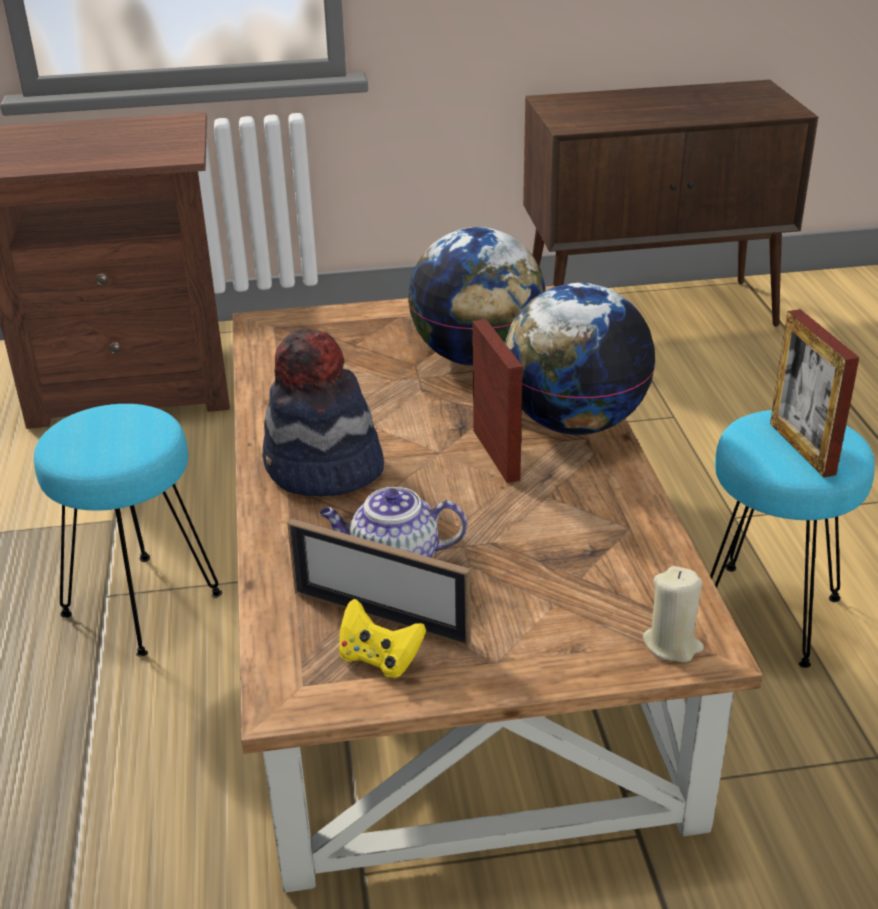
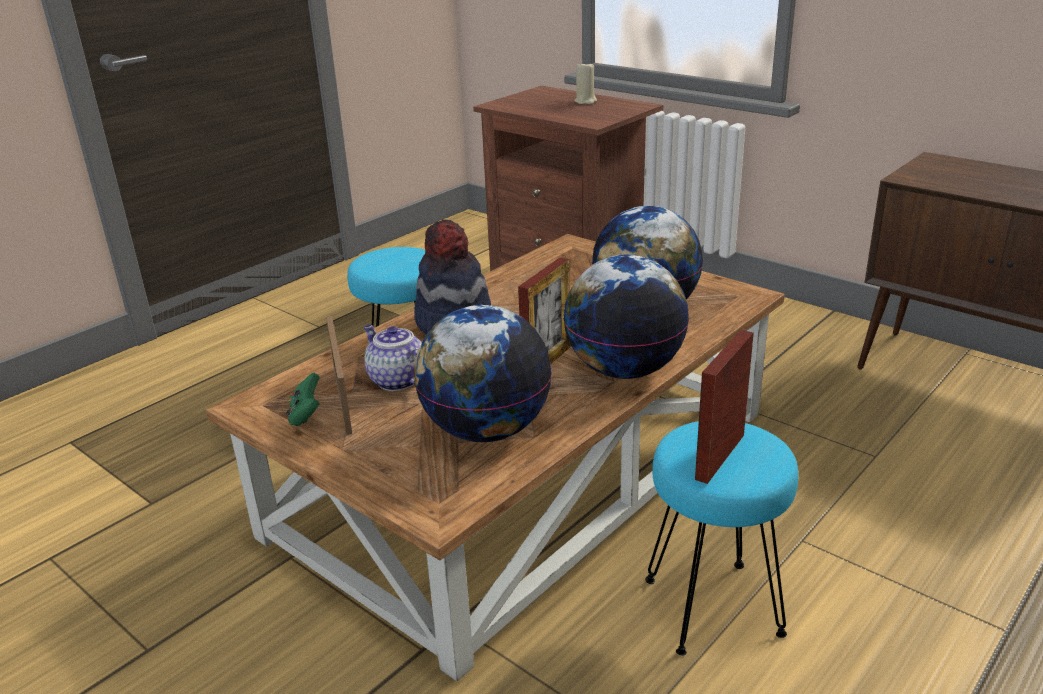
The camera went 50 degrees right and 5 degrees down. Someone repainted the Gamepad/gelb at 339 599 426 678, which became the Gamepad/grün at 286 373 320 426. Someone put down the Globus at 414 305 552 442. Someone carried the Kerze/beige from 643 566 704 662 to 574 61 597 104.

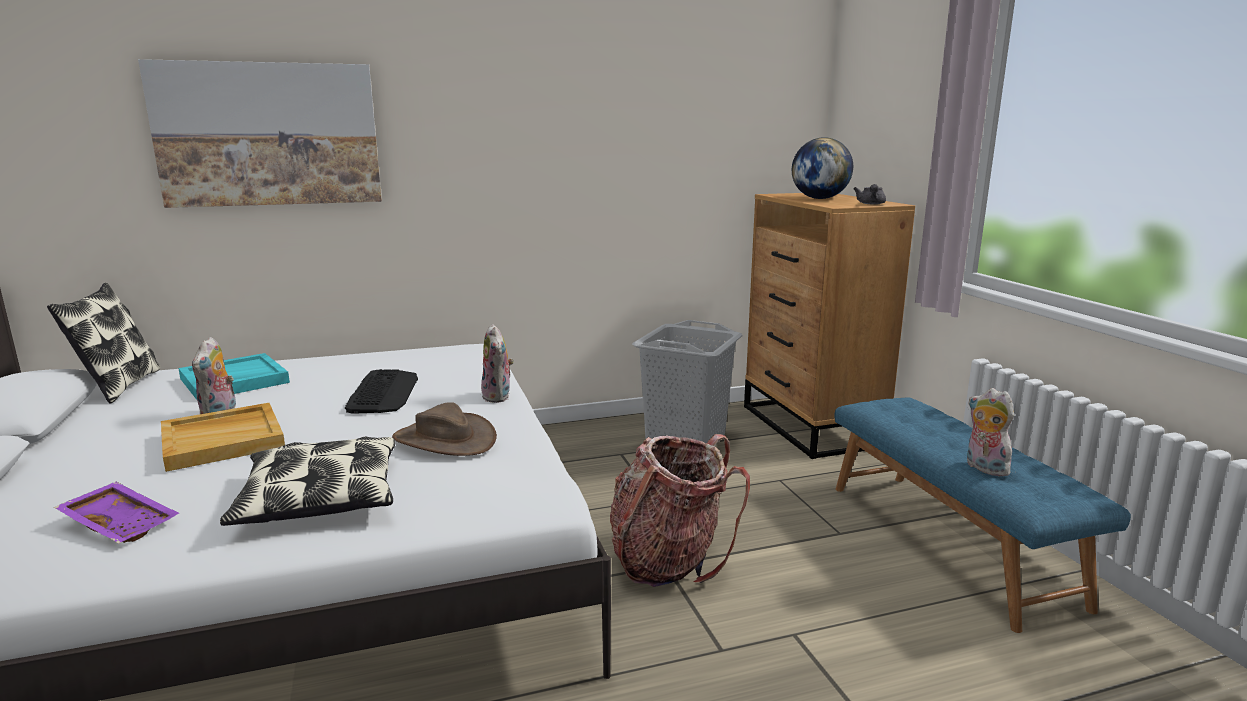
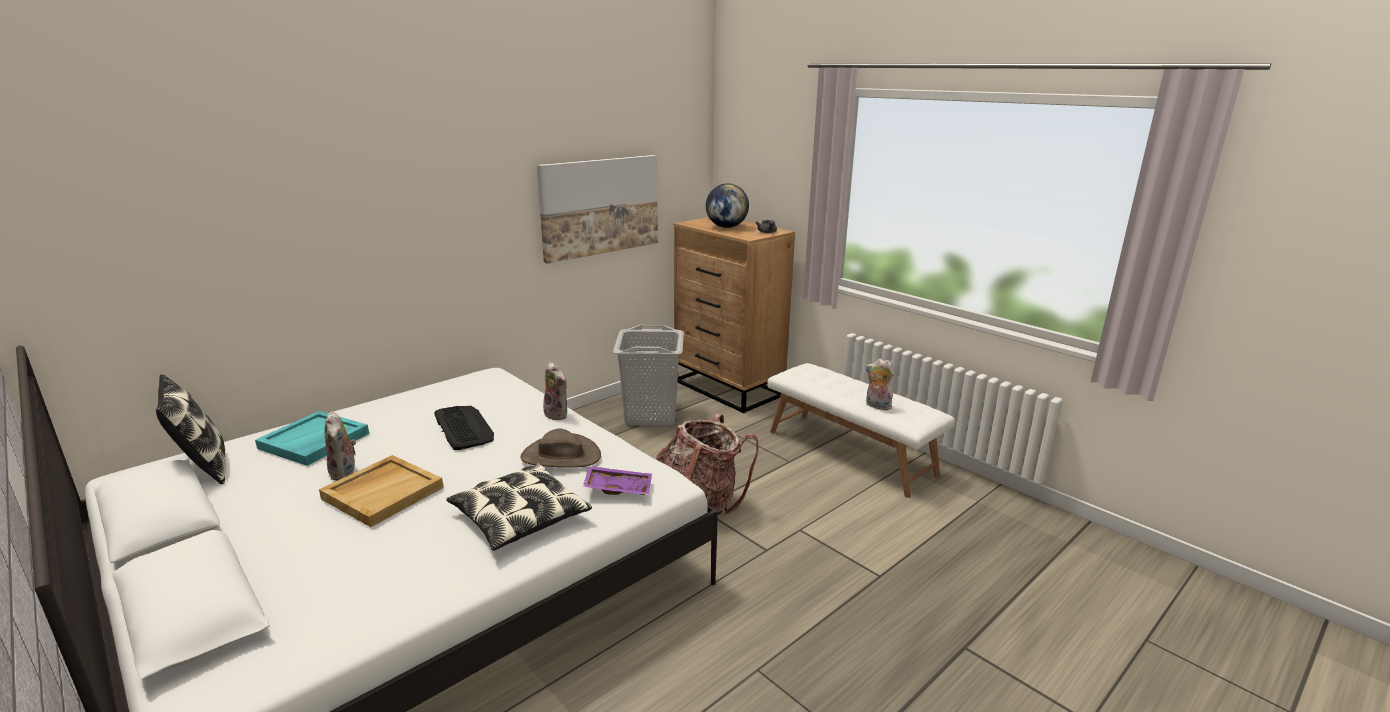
The camera went 25 degrees left and 5 degrees up. Someone carried the Bild from 138 59 382 208 to 537 155 658 264. Someone carried the Tablett/lila from 54 482 179 543 to 583 466 652 495. Someone repainted the Bank/blau at 834 397 1131 633, which became the Bank/weiß at 768 363 955 498.

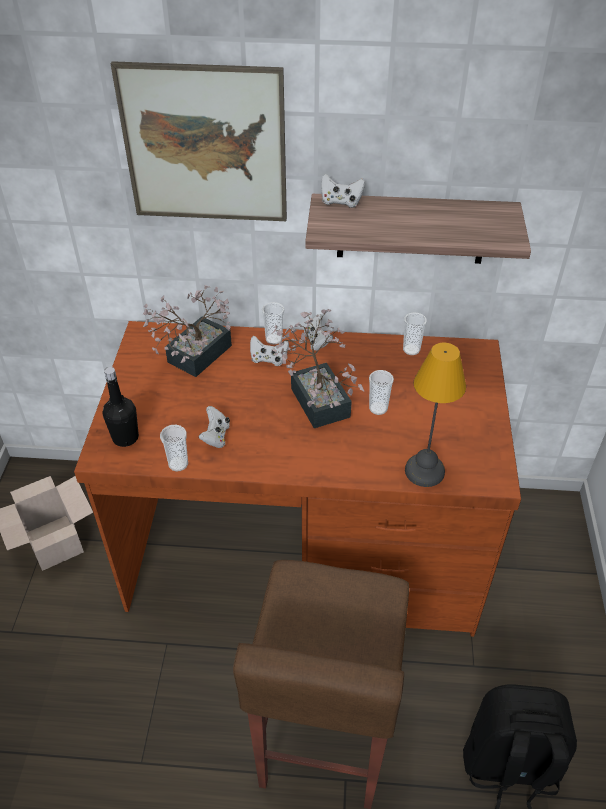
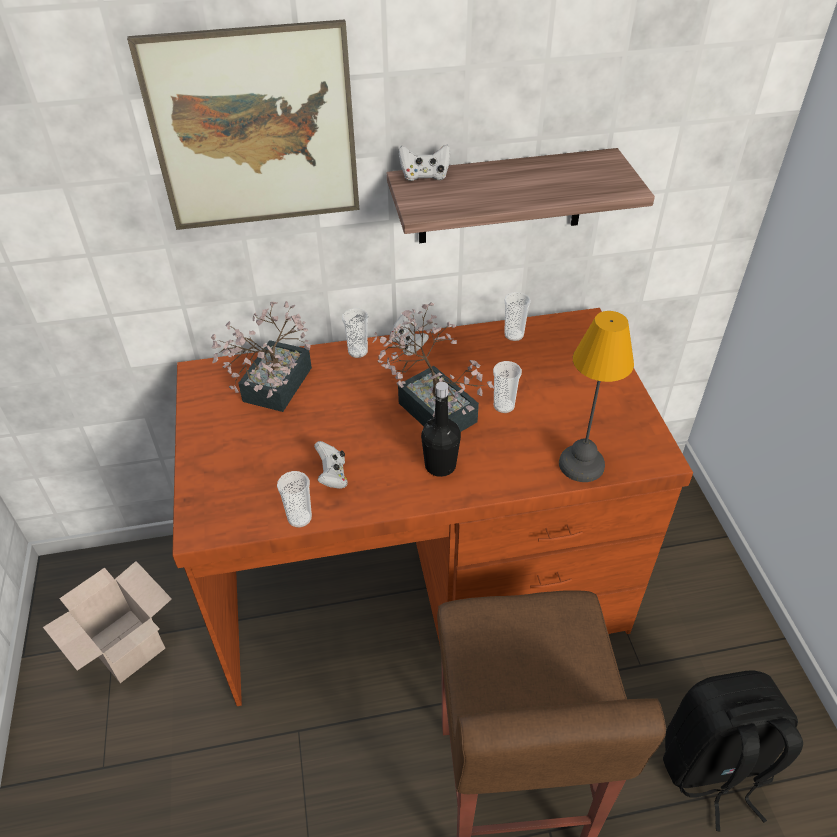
The camera went 15 degrees left and 0 degrees up. Someone carried the Flasche/schwarz from 103 367 139 447 to 421 382 461 477. Someone took away the Gamepad/weiß at 250 336 289 366.

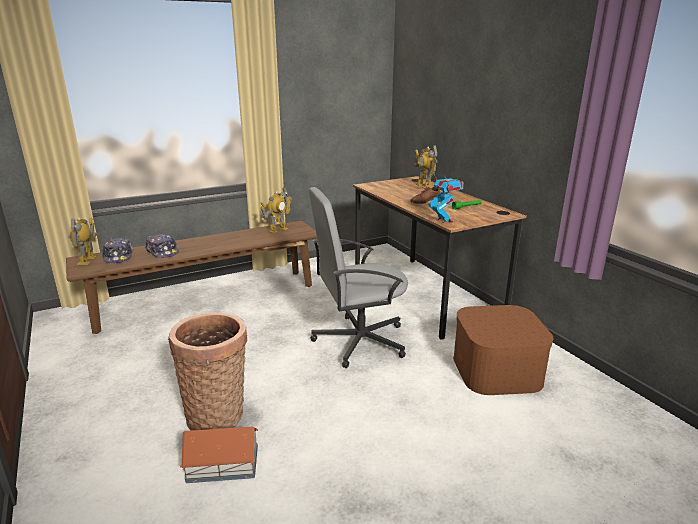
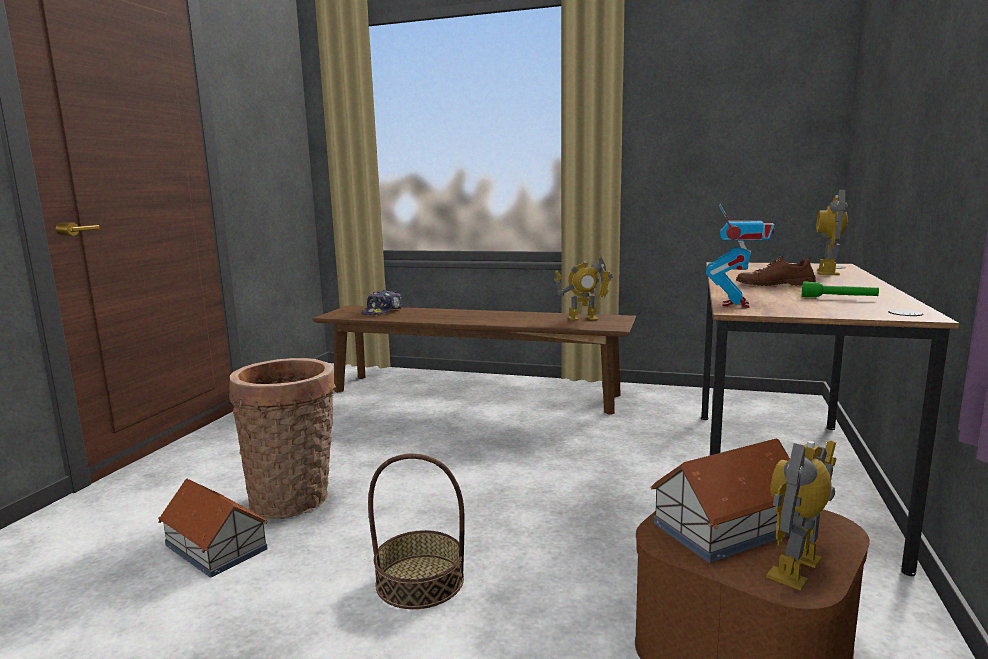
The camera went 45 degrees right and 10 degrees down. Someone put down the Korb at 368 454 465 609. Someone put down the Spielzeughaus at 651 438 795 563. Someone carried the Spielzeugroboter from 68 217 97 265 to 766 441 836 591. Someone took away the Kappe at 145 234 179 258. Someone took away the Bürostuhl/grau at 309 187 408 368.

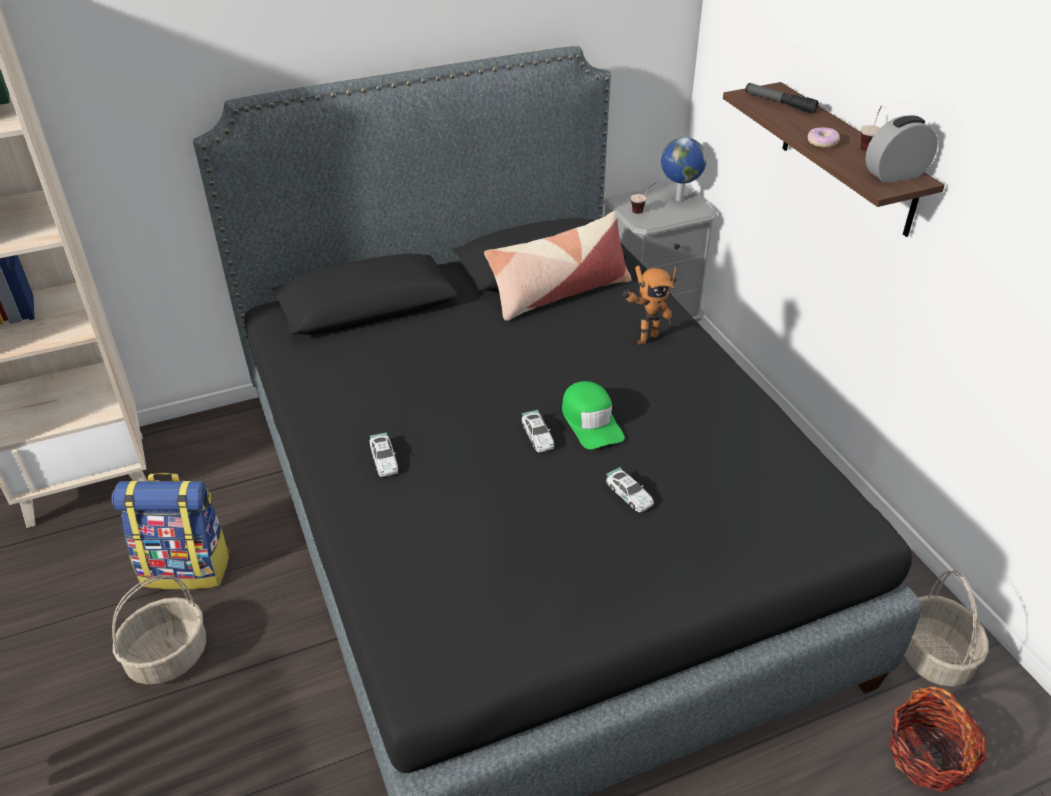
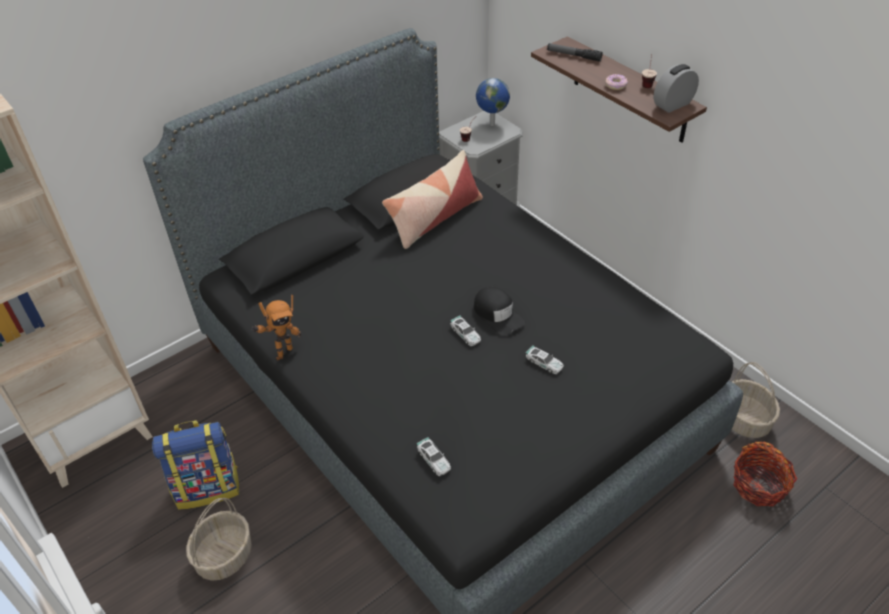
The camera went 15 degrees left and 5 degrees up. Someone carried the Spielzeugroboter from 622 265 676 345 to 251 295 301 360. Someone carried the Spielzeugauto from 370 432 398 477 to 417 437 451 476. Someone repainted the Kappe/grün at 562 381 625 449, which became the Kappe/schwarz at 474 287 526 336.

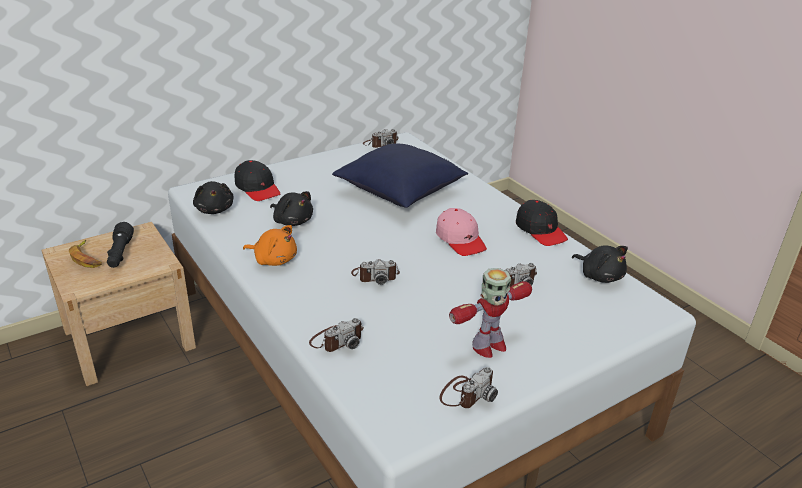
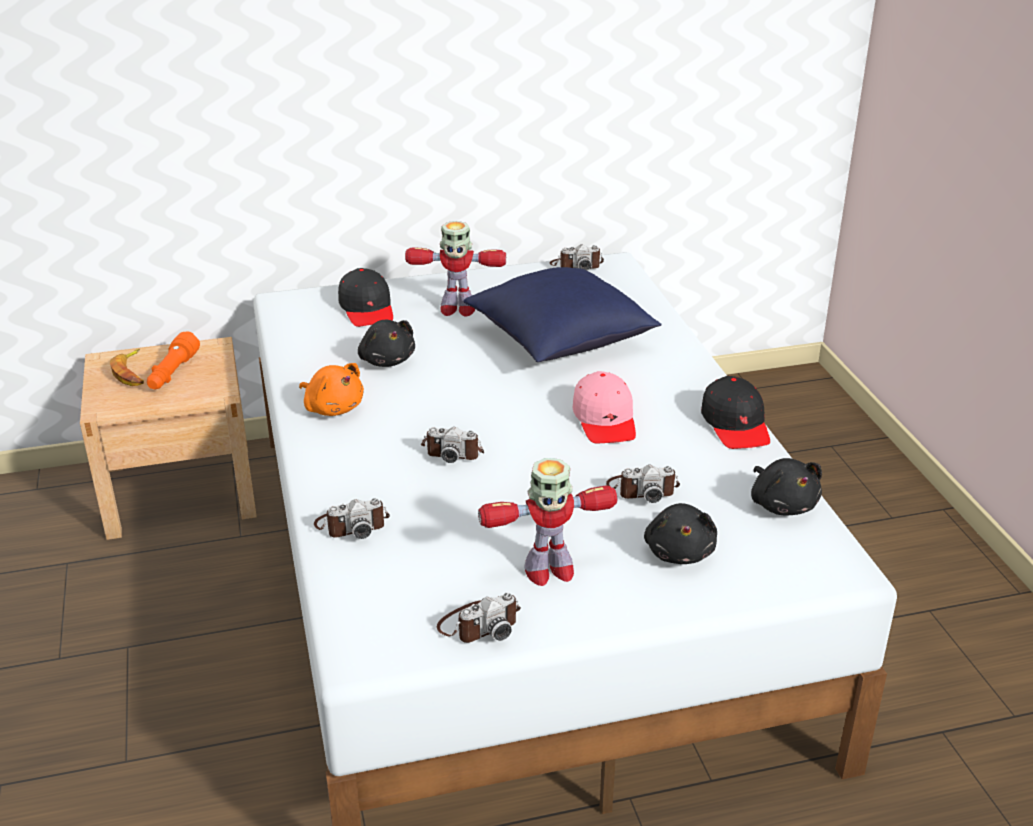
The camera went 20 degrees right and 0 degrees up. Someone repainted the Taschenlampe/schwarz at 107 222 134 268, which became the Taschenlampe/orange at 147 331 200 389. Someone put down the Spielzeugroboter at 405 221 506 317. Someone carried the Plüschtier/schwarz from 193 181 234 214 to 644 503 717 564.

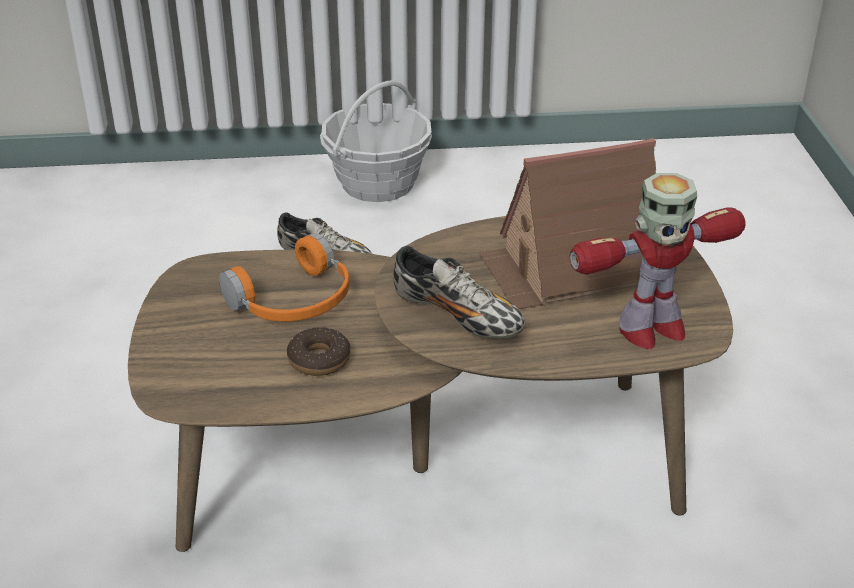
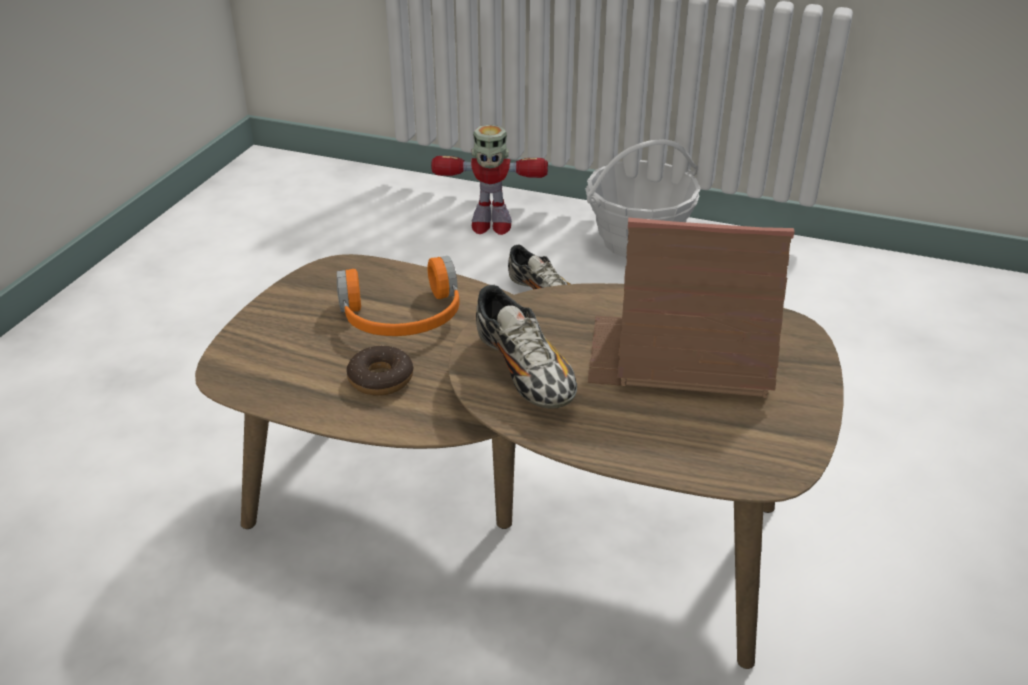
The camera went 25 degrees right and 0 degrees up. Someone carried the Spielzeugroboter from 569 173 746 349 to 431 124 548 235.

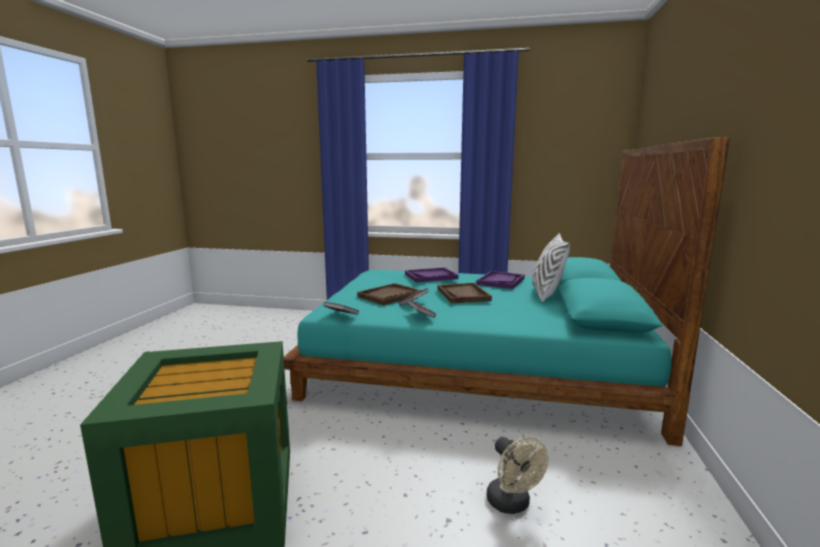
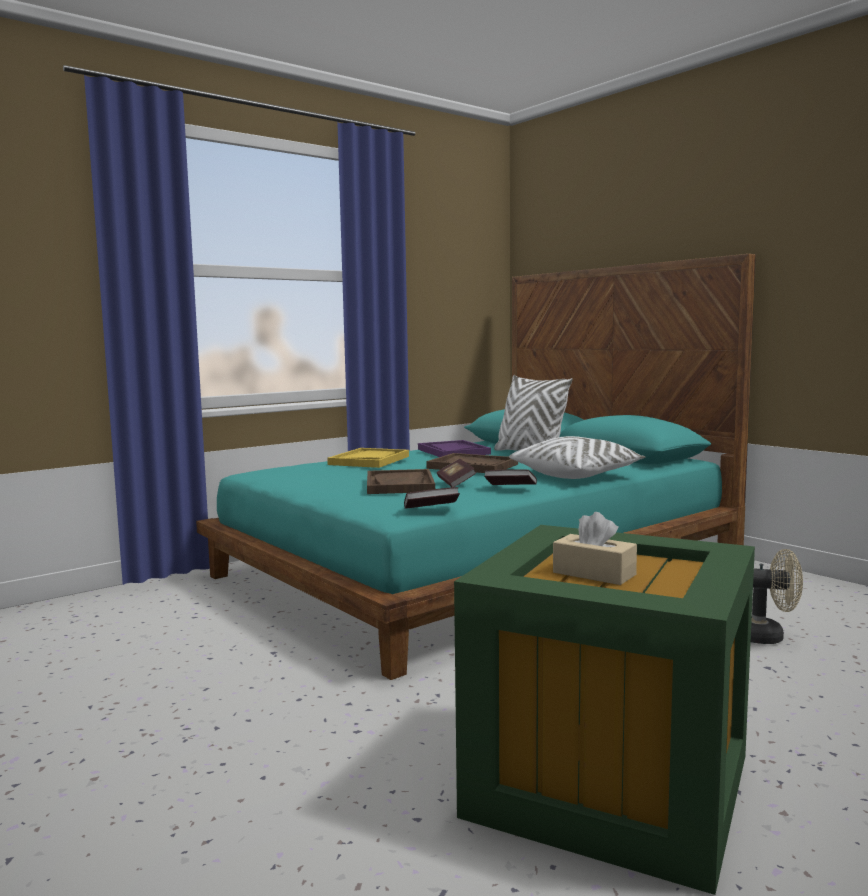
The camera went 50 degrees left and 5 degrees down. Someone repainted the Tablett/lila at 405 267 459 283, which became the Tablett/gelb at 327 448 409 468. Someone put down the Kissen/weiß at 509 436 646 479. Someone put down the Taschentuchbox/beige at 553 512 637 585.

